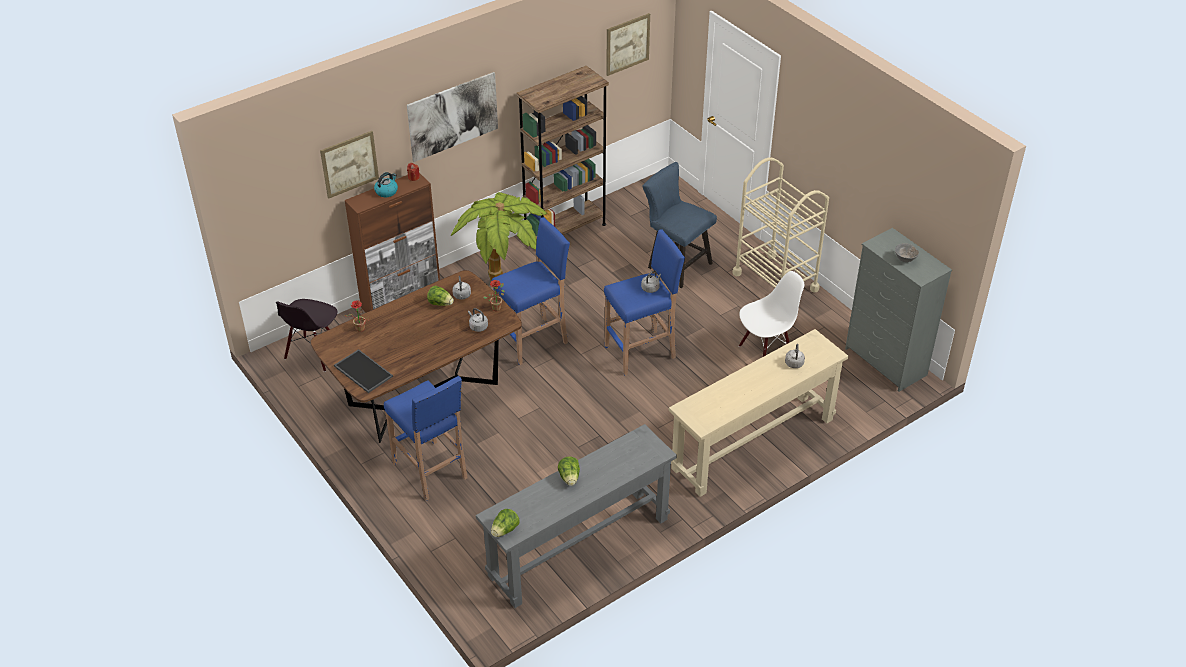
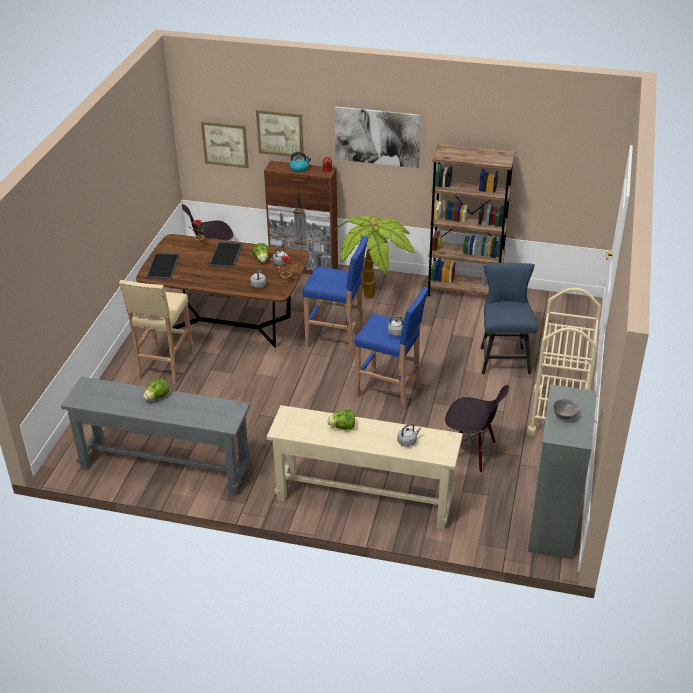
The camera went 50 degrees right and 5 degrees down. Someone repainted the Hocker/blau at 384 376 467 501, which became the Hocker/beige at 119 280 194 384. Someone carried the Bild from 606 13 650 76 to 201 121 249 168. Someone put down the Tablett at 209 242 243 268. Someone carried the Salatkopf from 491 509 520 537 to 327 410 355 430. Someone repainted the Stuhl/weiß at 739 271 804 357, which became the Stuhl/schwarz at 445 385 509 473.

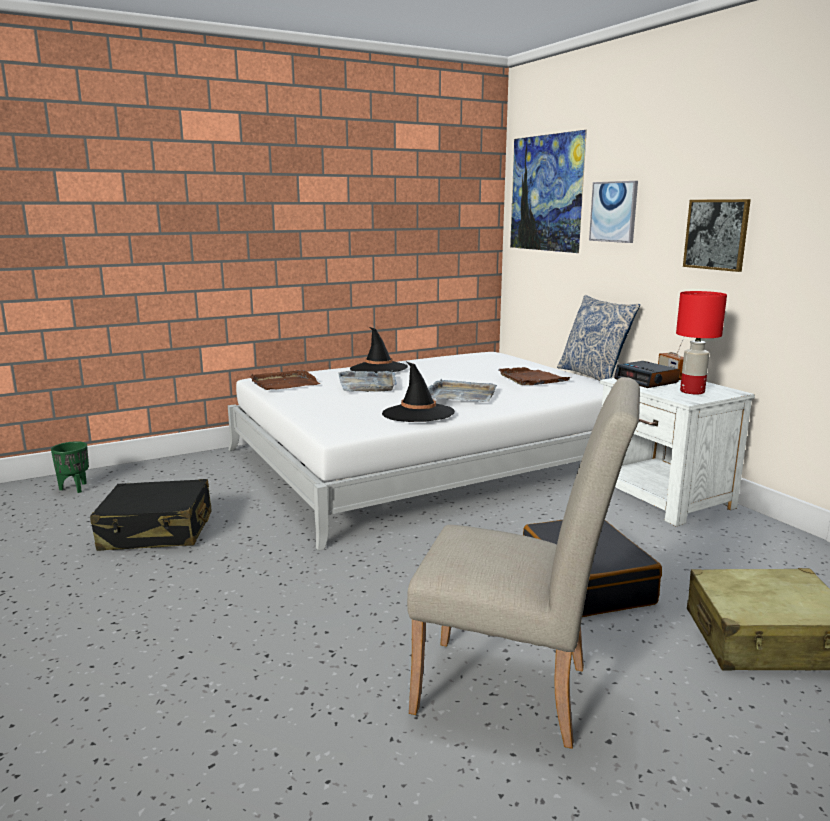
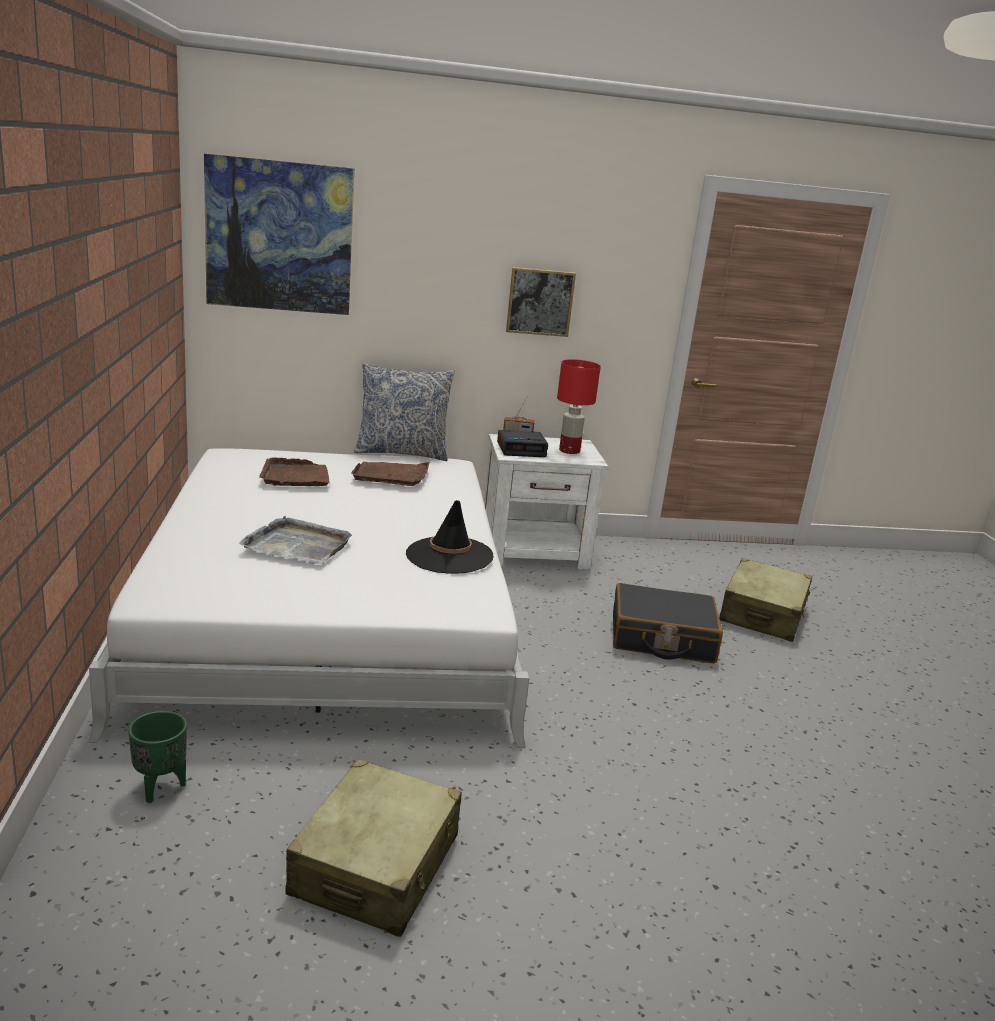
The camera went 70 degrees left and 5 degrees up. Someone carried the Pflanzkübel/grün from 51 441 89 493 to 128 711 187 803. Someone carried the Tablett/braun from 250 370 320 390 to 259 457 330 486. Someone repainted the Koffer/schwarz at 90 479 212 551, which became the Koffer/beige at 285 759 462 937. Someone took away the Hut/schwarz at 350 327 408 373. Someone took away the Stuhl/beige at 407 377 640 749. Someone took away the Tablett/grau at 428 379 497 402. Someone took away the Bild at 589 181 638 243.

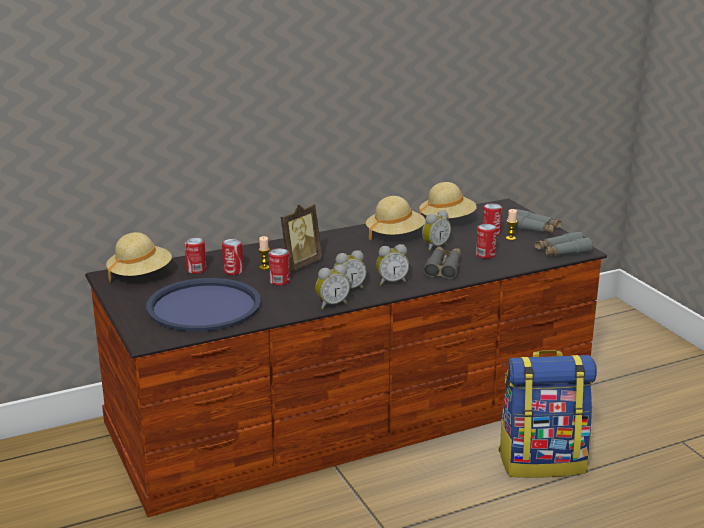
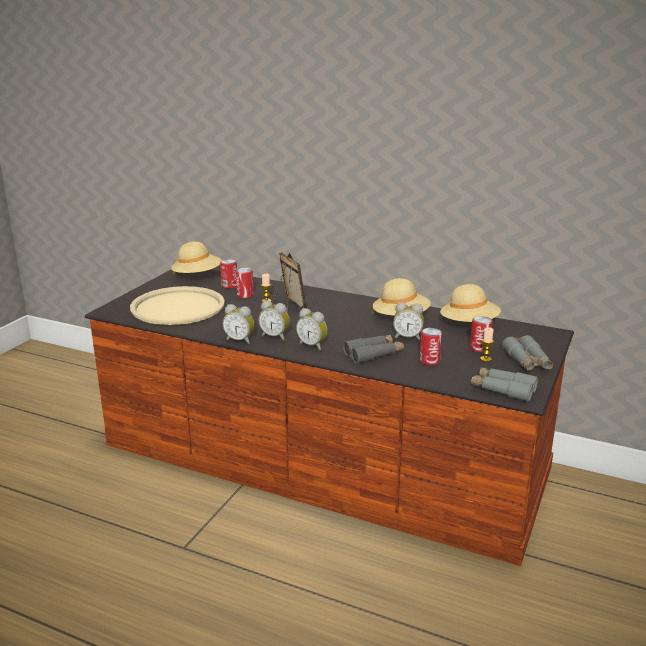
The camera went 50 degrees right and 0 degrees up. Someone repainted the Tablett/blau at 146 278 261 332, which became the Tablett/beige at 130 286 225 325. Someone rotated the Bilderrahmen at 281 204 322 272 by 120 degrees counterclockwise. Someone took away the Dose at 269 248 290 286. Someone took away the Rucksack at 498 350 597 478.

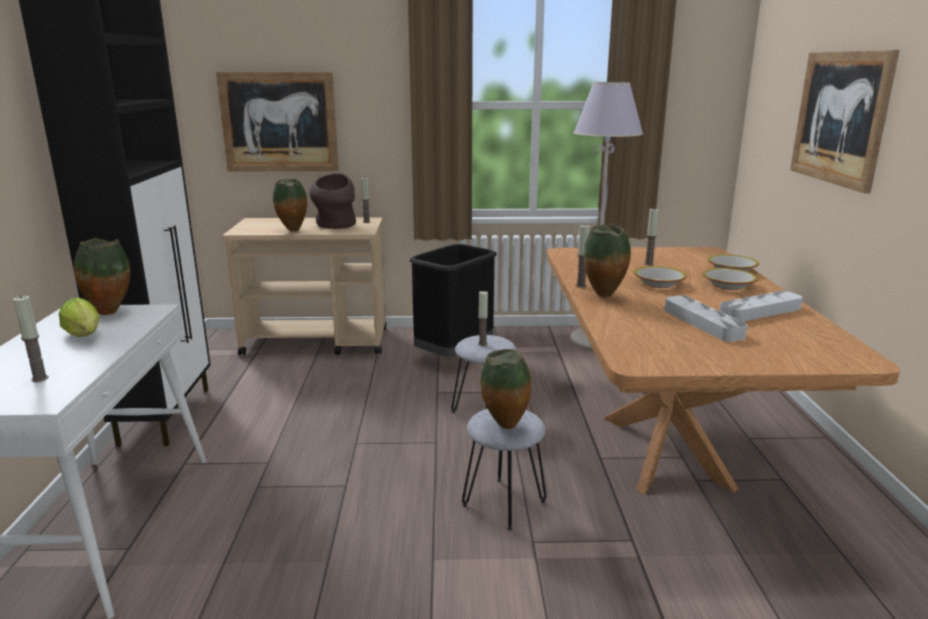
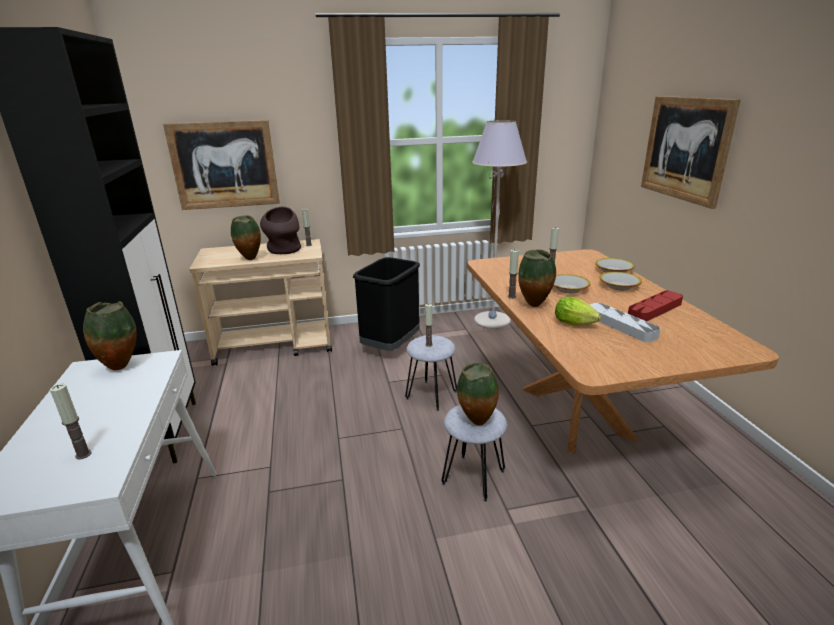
The camera went 10 degrees left and 5 degrees up. Someone carried the Salatkopf from 59 298 100 337 to 555 296 601 326. Someone repainted the Tablett/grau at 719 291 803 322, which became the Tablett/rot at 628 291 683 321.

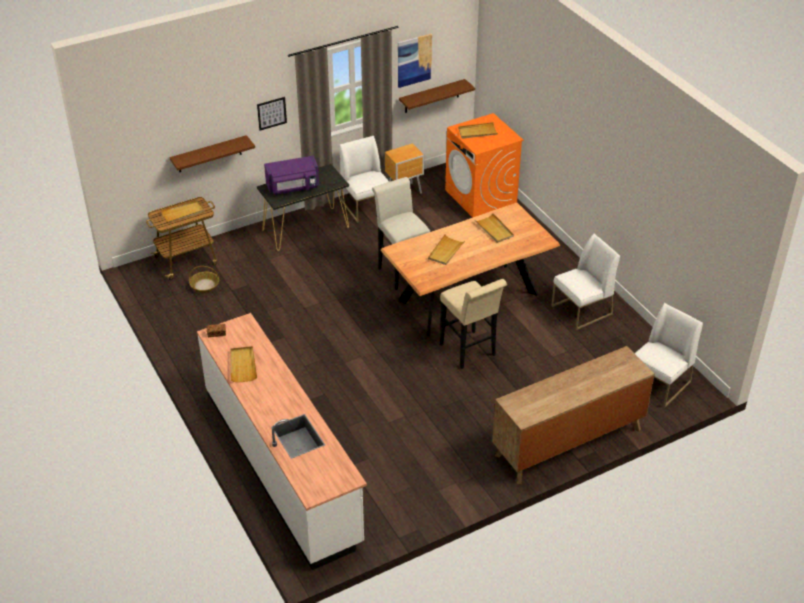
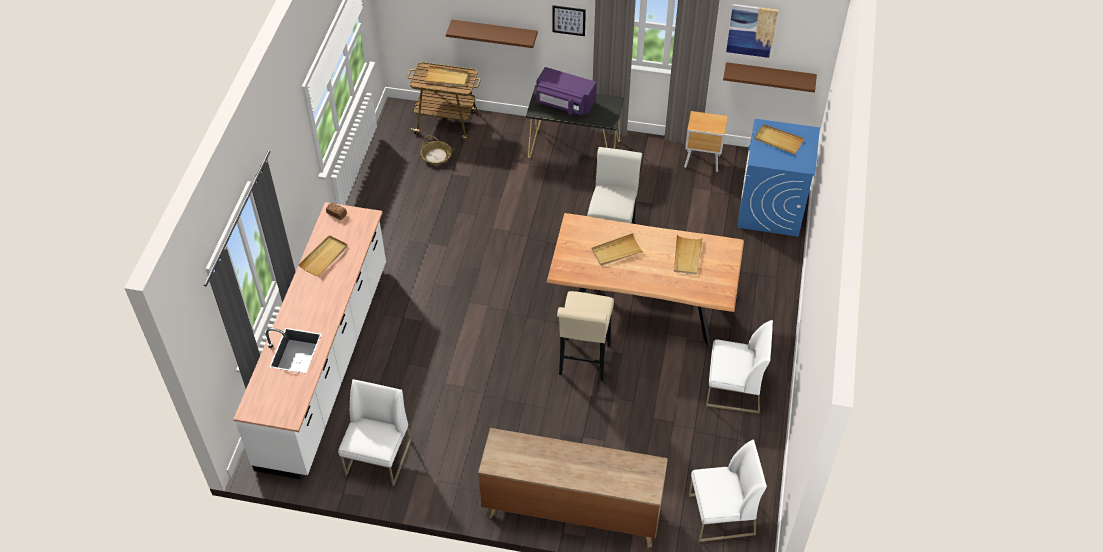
The camera went 40 degrees right and 10 degrees up. Someone carried the Stuhl/weiß from 339 136 390 223 to 338 379 412 486. Someone repainted the Waschmaschine/orange at 445 113 523 218, which became the Waschmaschine/blau at 737 119 820 237.

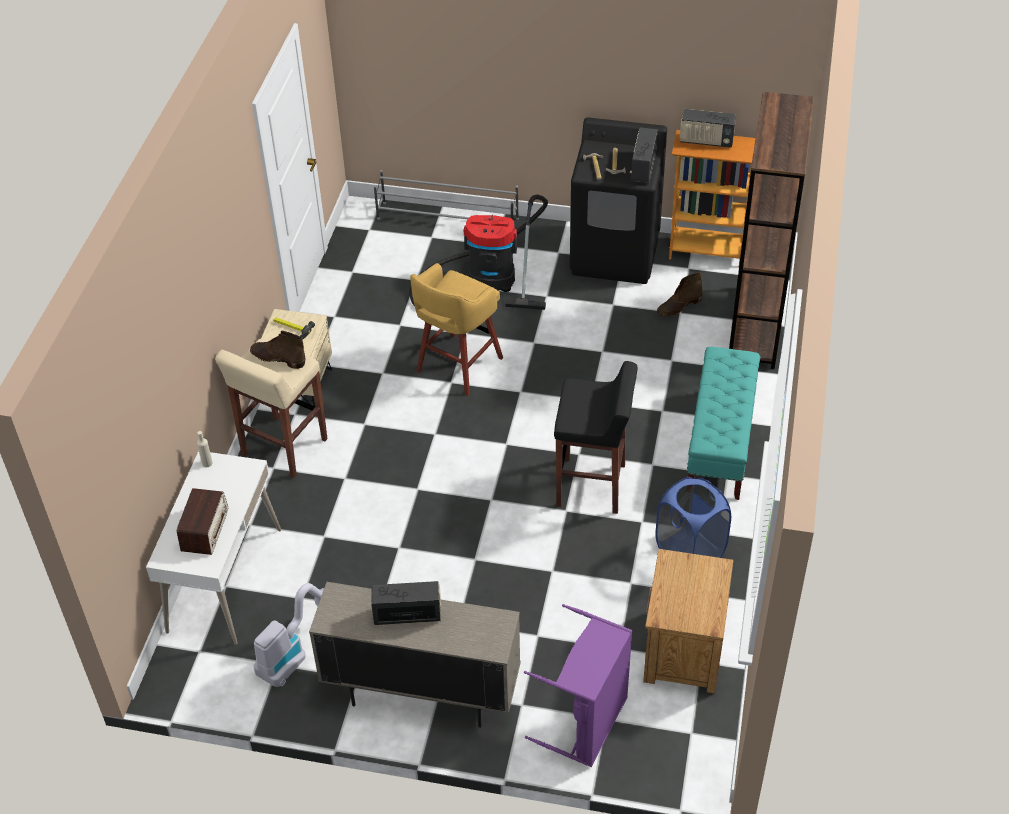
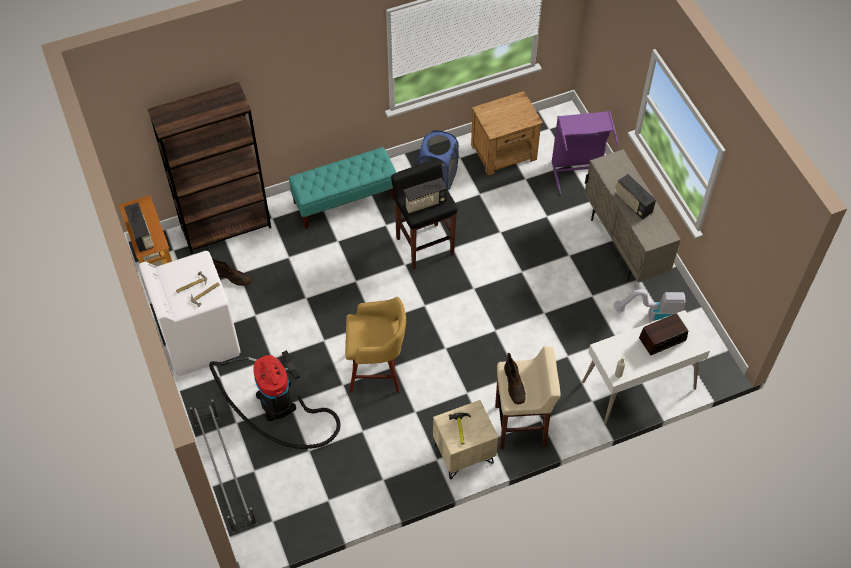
The camera went 125 degrees left and 10 degrees up. Someone repainted the Waschmaschine/schwarz at 570 117 667 284, which became the Waschmaschine/weiß at 139 251 240 377. Someone carried the Radio from 630 128 658 183 to 403 178 447 214.

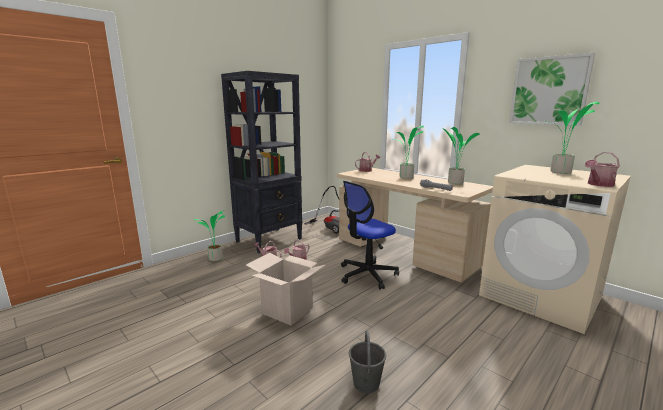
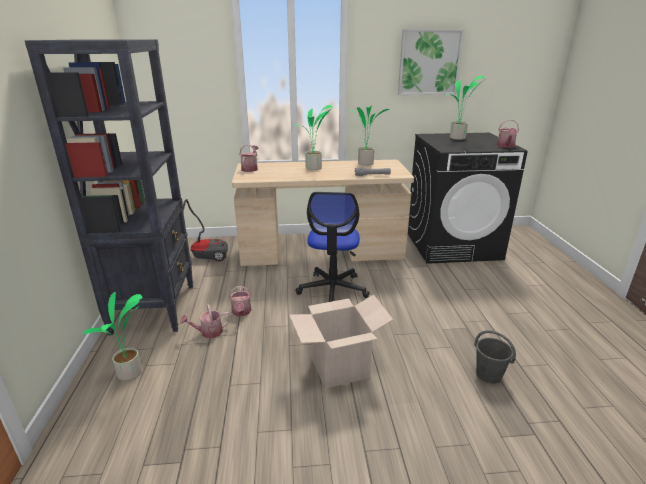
The camera went 50 degrees left and 10 degrees up. Someone repainted the Waschmaschine/beige at 479 165 631 334, which became the Waschmaschine/schwarz at 408 133 528 264.

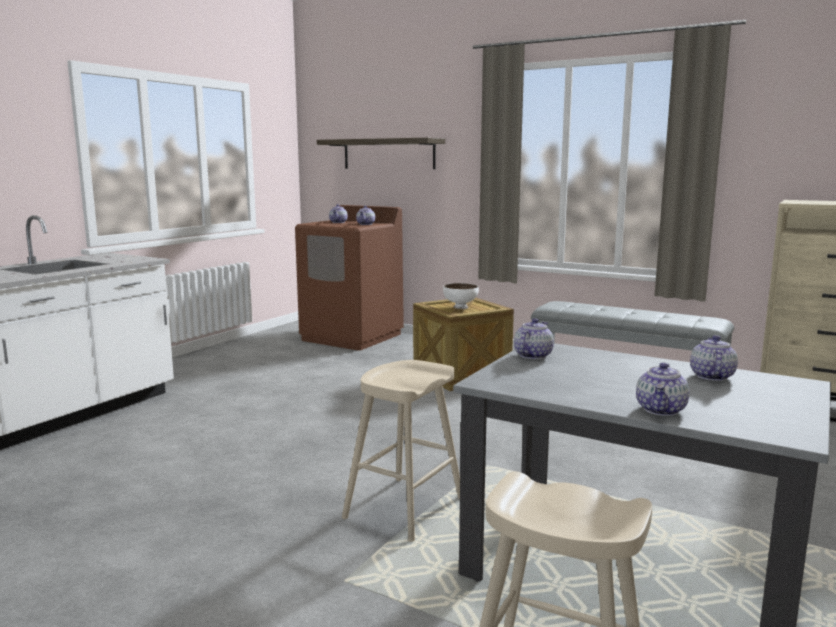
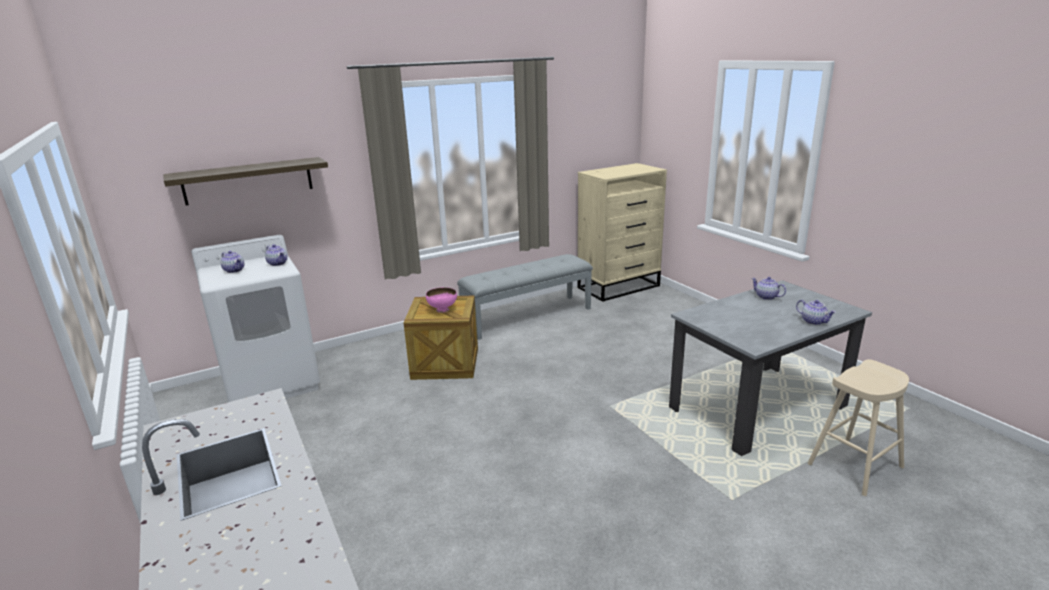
The camera went 60 degrees left and 10 degrees up. Someone repainted the Waschmaschine/braun at 295 205 404 351, which became the Waschmaschine/weiß at 191 235 320 402. Someone repainted the Schüssel/weiß at 443 283 479 309, which became the Schüssel/rosa at 426 287 457 313. Someone took away the Hocker/beige at 342 360 460 542. Someone took away the Teekanne at 514 318 554 359.

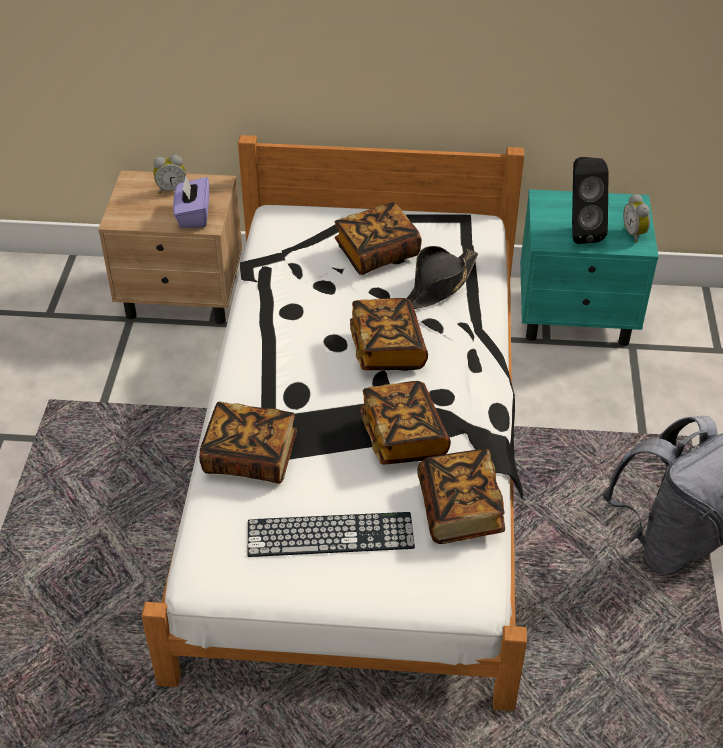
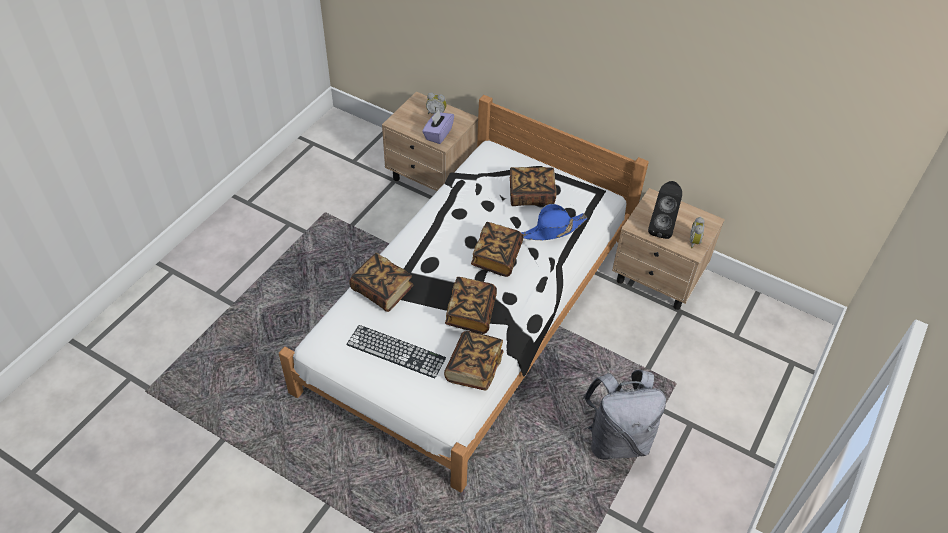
The camera went 25 degrees right and 5 degrees up. Someone repainted the Hut/schwarz at 407 246 478 309, which became the Hut/blau at 521 204 587 240. Someone repainted the Nachttisch/türkis at 520 189 659 346, which became the Nachttisch/beige at 612 188 725 310.

